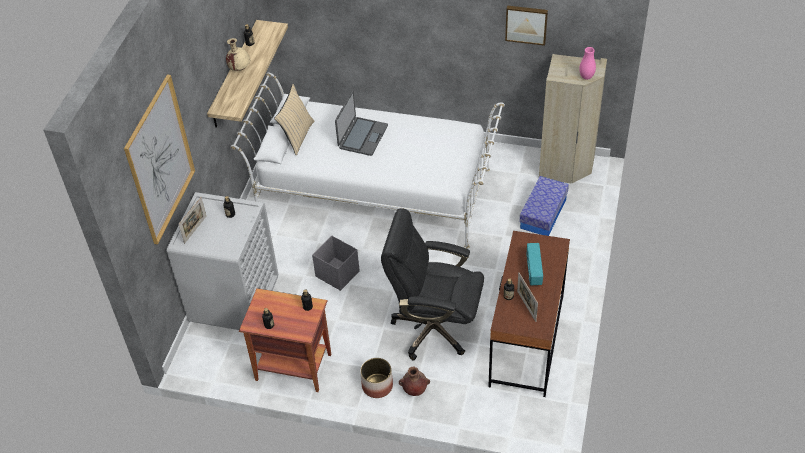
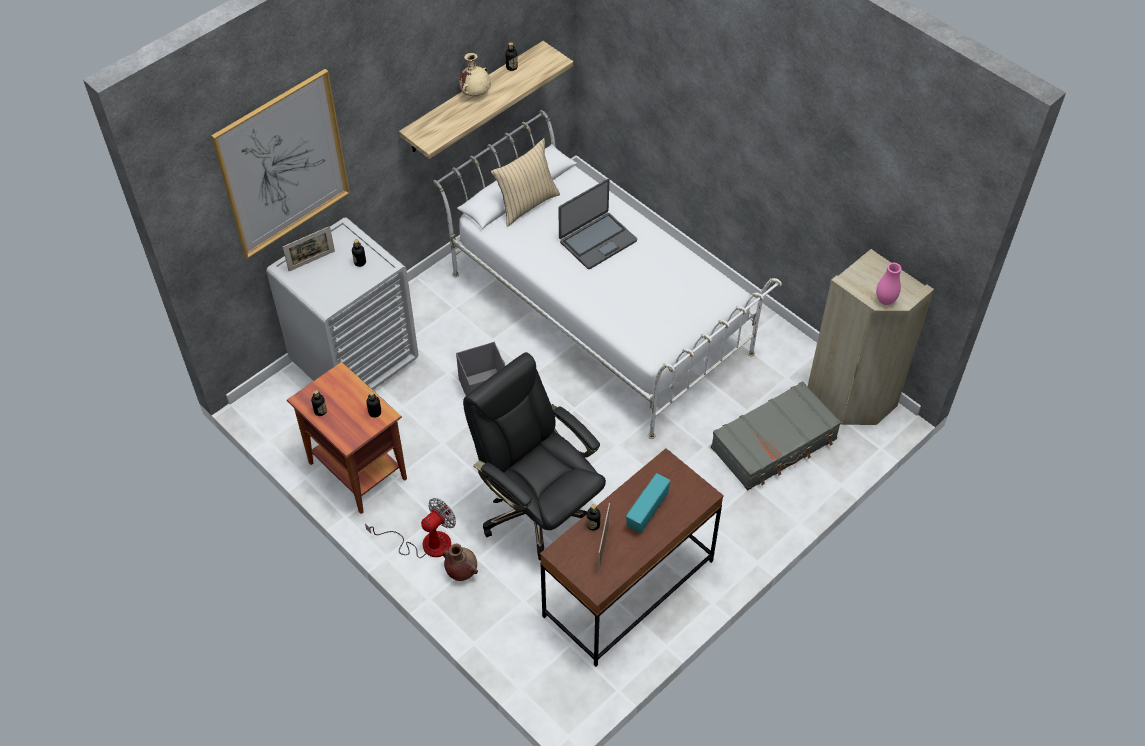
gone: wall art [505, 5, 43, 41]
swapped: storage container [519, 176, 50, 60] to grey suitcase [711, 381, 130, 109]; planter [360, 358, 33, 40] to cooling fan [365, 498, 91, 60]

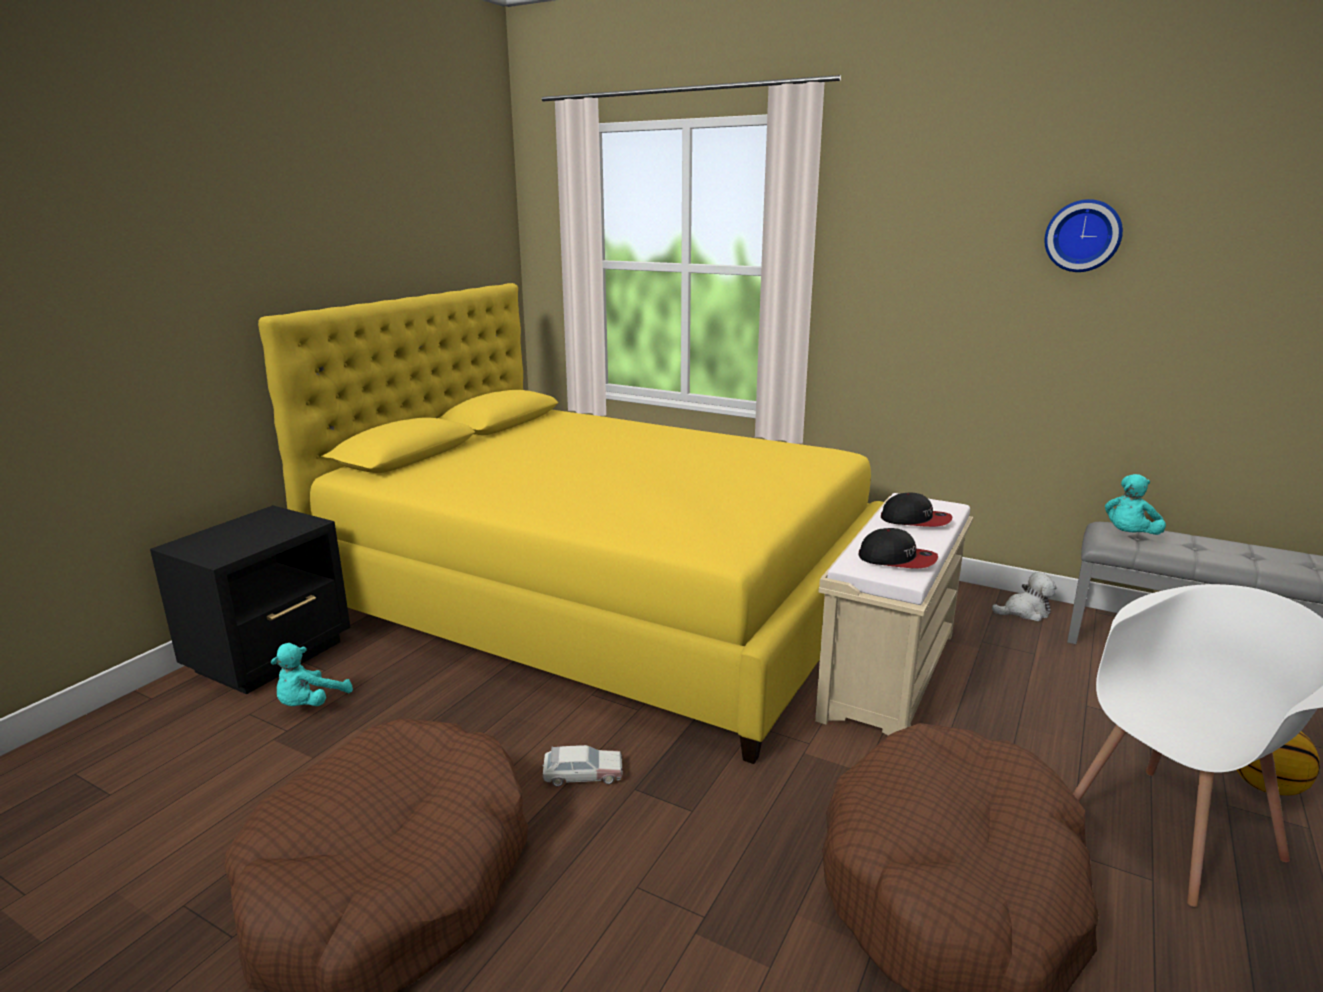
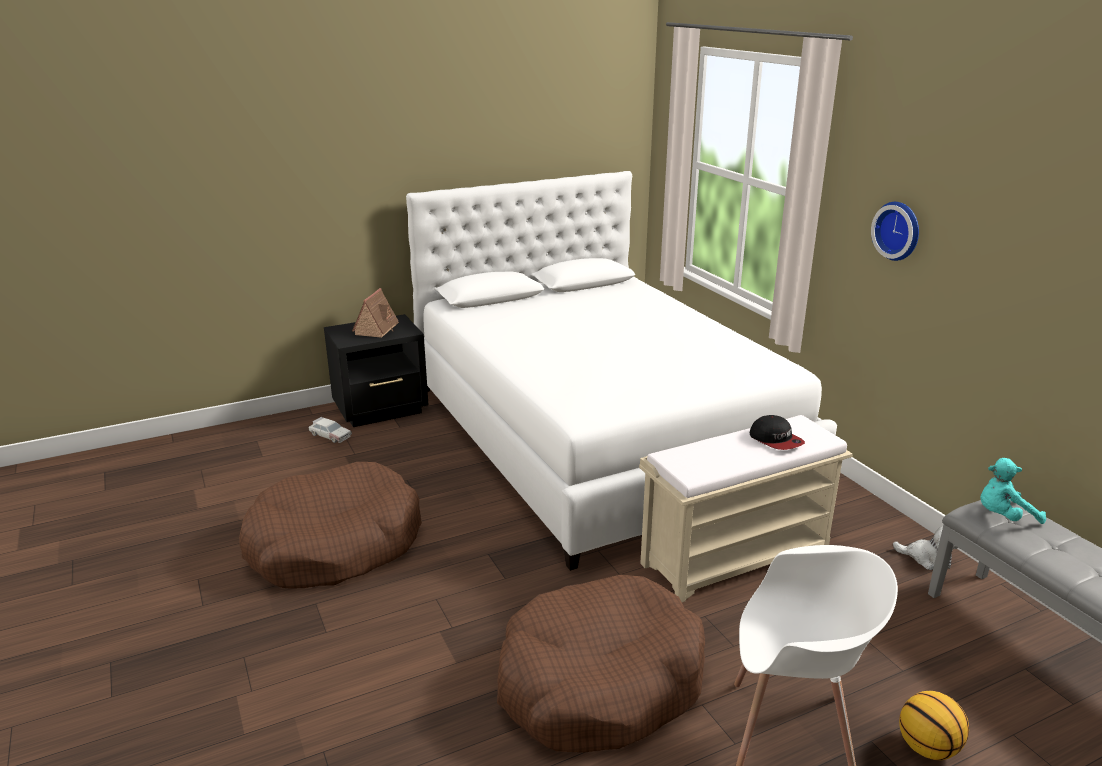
gone: peaked cap [858, 528, 80, 41]; turquoise soft toy [271, 643, 82, 63]
new: miniature house [352, 288, 47, 50]
shifted: hanging clock [1045, 199, 78, 73] to [871, 202, 48, 59]; model car [542, 745, 81, 41] to [309, 417, 43, 26]
repainted: yellowish sleeping bed [258, 283, 626, 481] to white-coloured sleeping bed [406, 171, 431, 400]

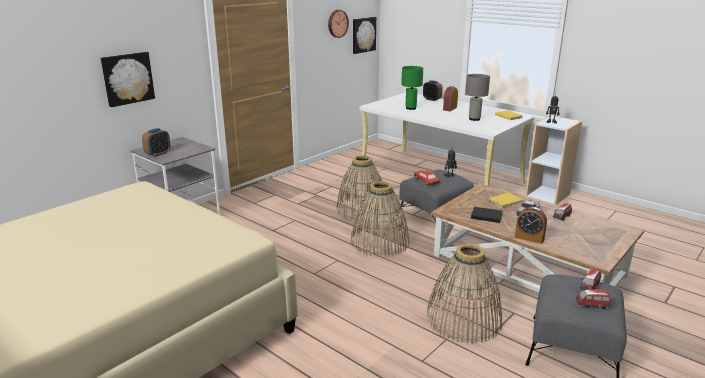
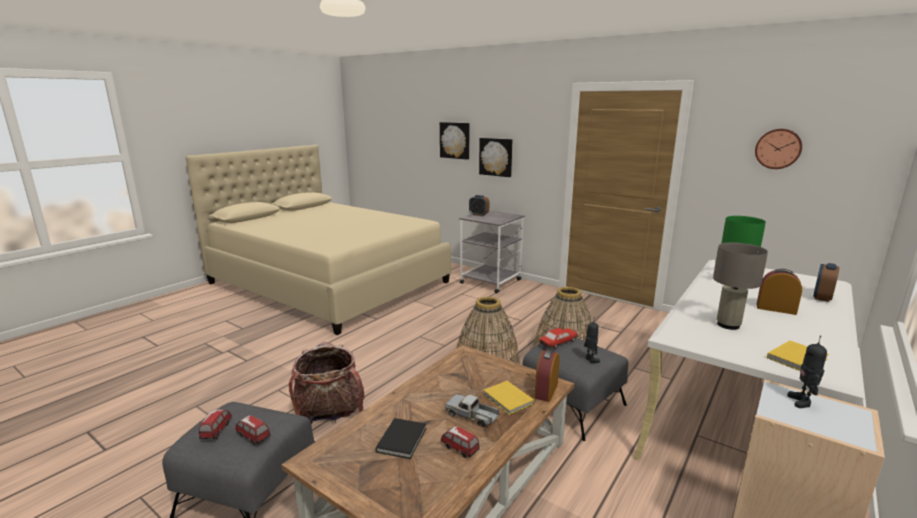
shifted: wall art [353, 17, 23, 37] to [440, 122, 29, 38]; blackish book [471, 207, 32, 16] to [376, 418, 50, 41]; alarm clock [515, 207, 32, 37] to [534, 349, 26, 53]
swapped: household basket [427, 244, 75, 99] to knapsack [289, 342, 76, 83]

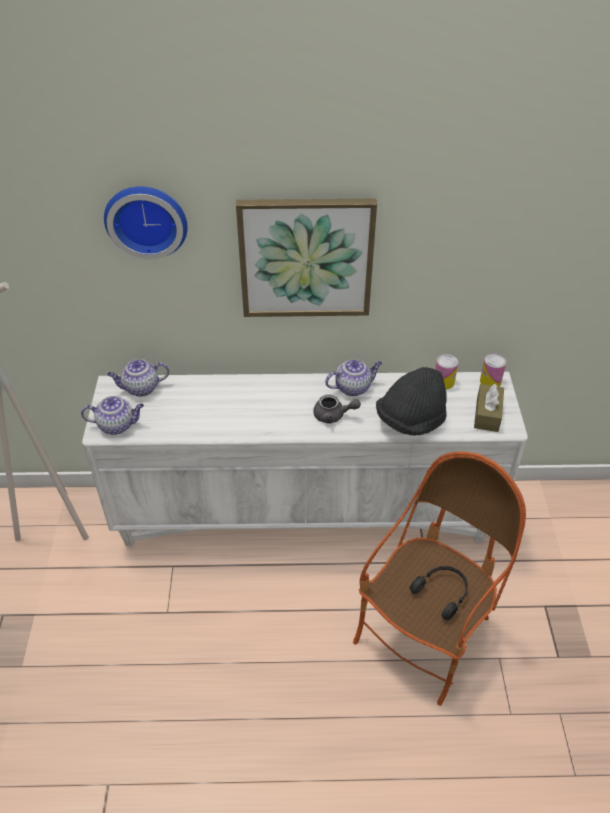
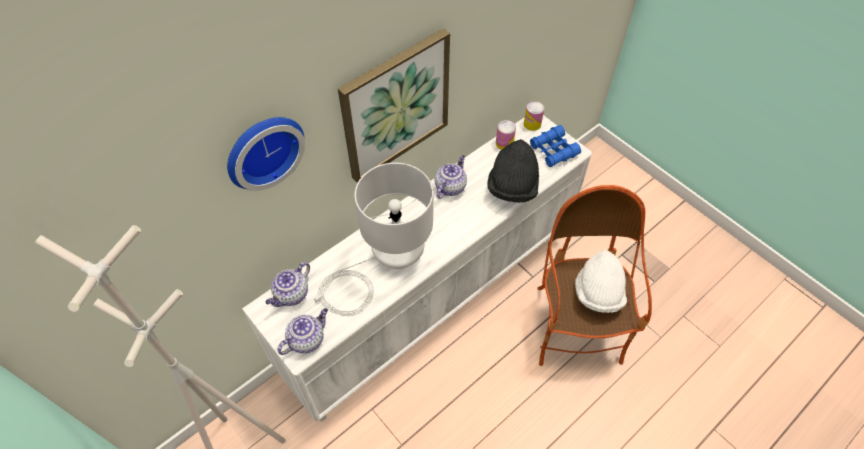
gone: grey teapot [313, 394, 48, 30]
new: white-coloured lamp for a table [314, 163, 119, 153]
swapped: brown tissue holder [474, 384, 30, 48] to bluish binoculars [530, 125, 51, 42]; blackish pair of headphones [410, 566, 58, 54] to white-coloured hat [575, 250, 52, 63]

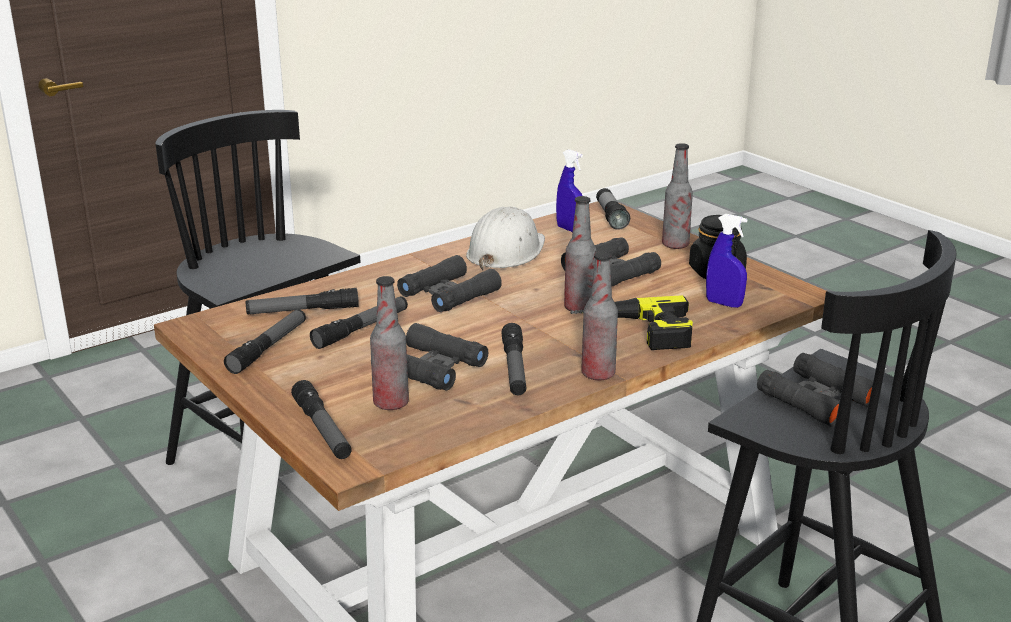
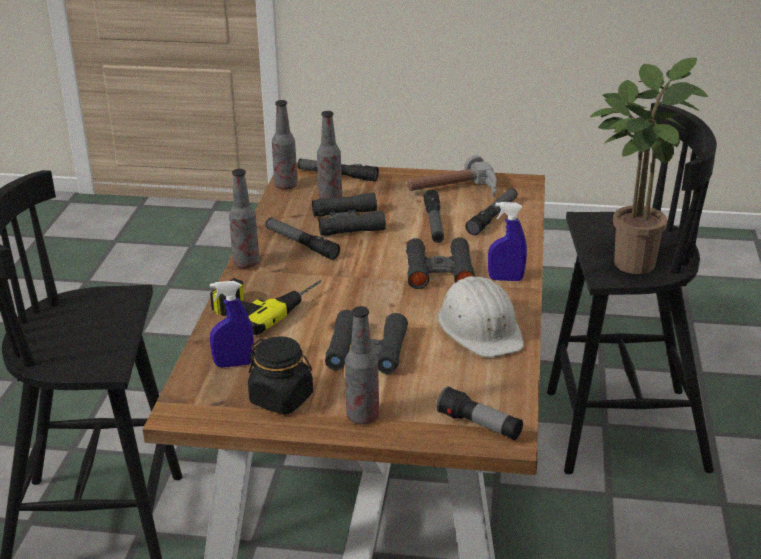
gone: blackish binoculars [757, 353, 116, 74]
new: houseplant [590, 58, 118, 216]
shifted: bluish sprayer [556, 149, 27, 83] to [488, 202, 39, 79]; beverage bottle [564, 196, 32, 115] to [272, 100, 26, 90]
swapped: hand torch [224, 309, 82, 65] to hand hammer [407, 155, 90, 42]

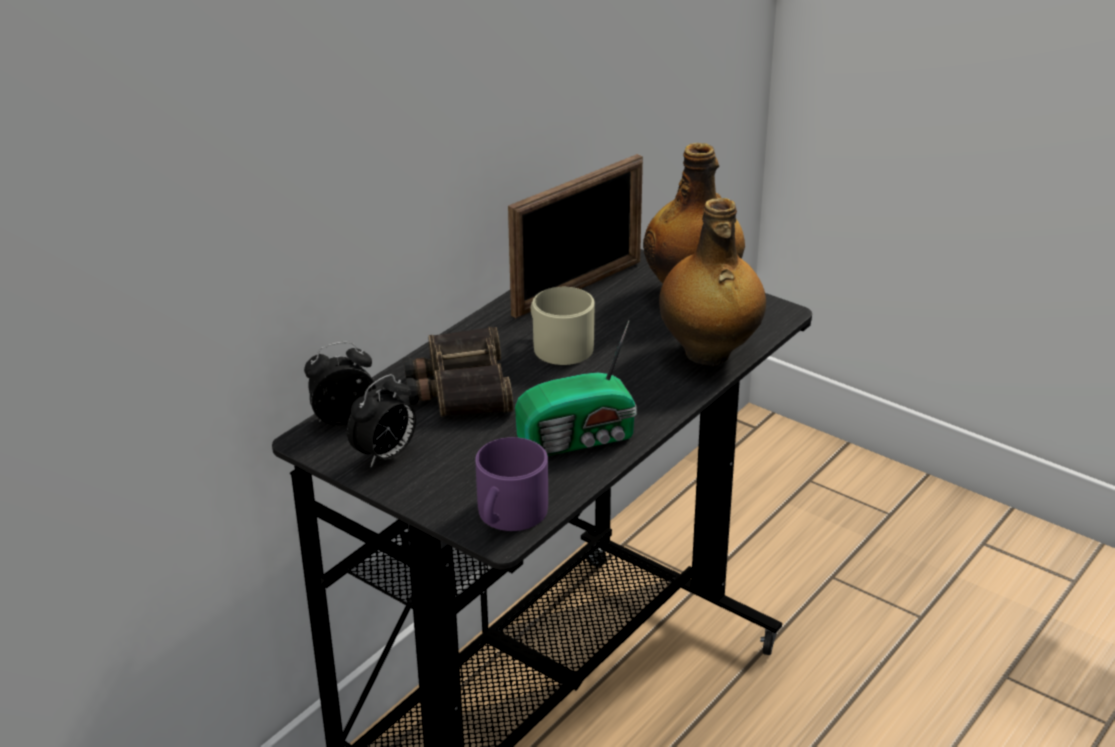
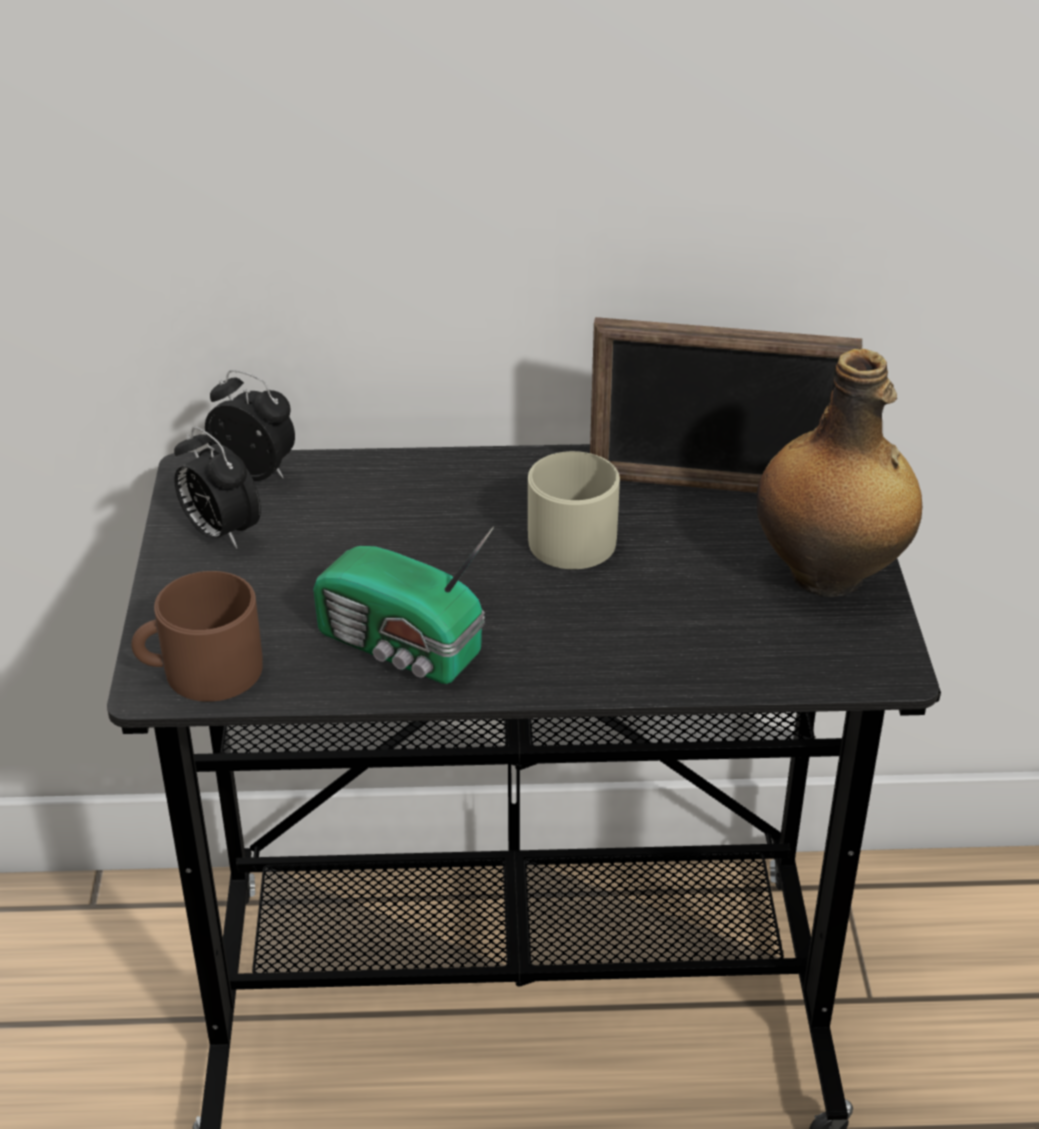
gone: beverage bottle [659, 198, 107, 167]; binoculars [403, 327, 111, 90]
repainted: purple mug [475, 437, 73, 94] to brown mug [131, 571, 132, 131]
rotated: alarm clock [347, 374, 69, 93] = [174, 427, 87, 122] 45 degrees clockwise

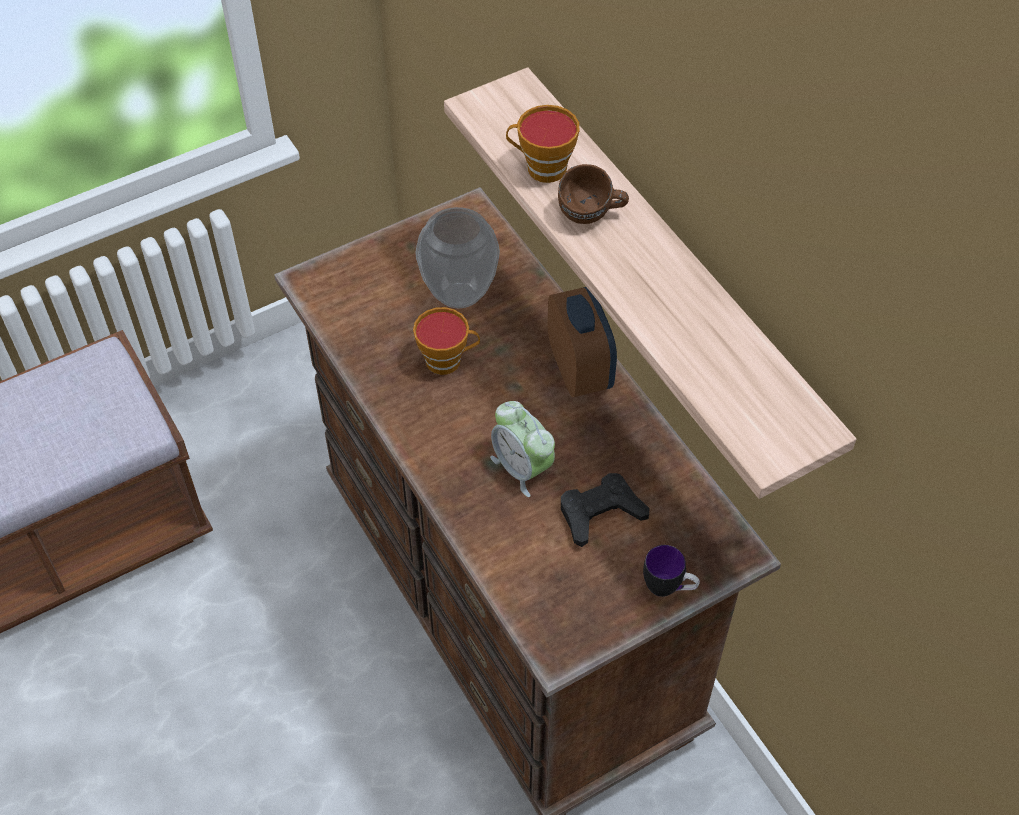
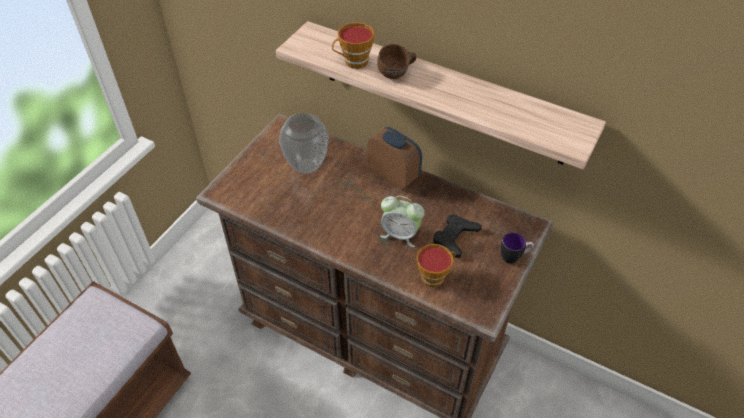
shifted: cup [413, 307, 67, 68] to [417, 244, 38, 44]

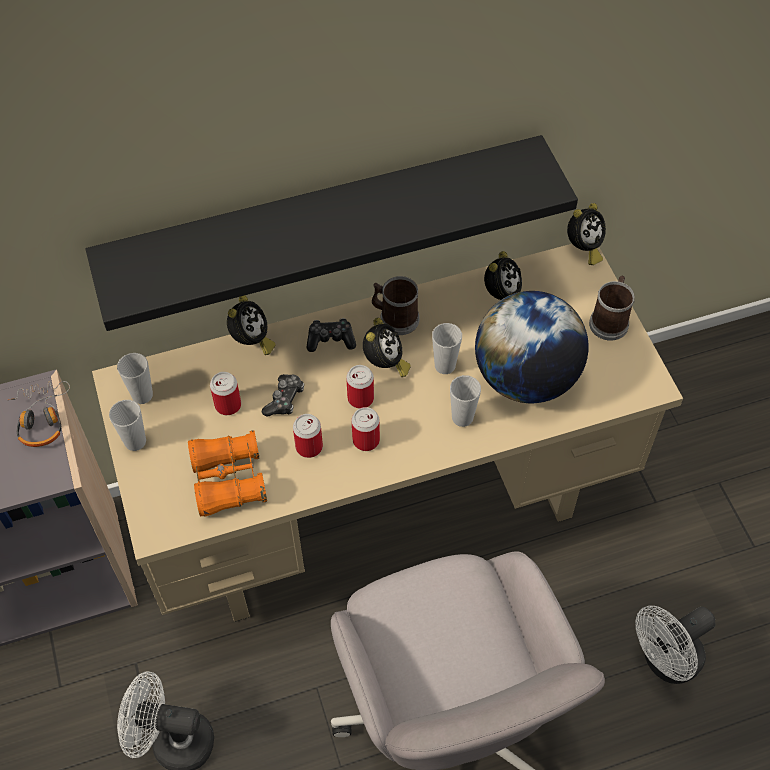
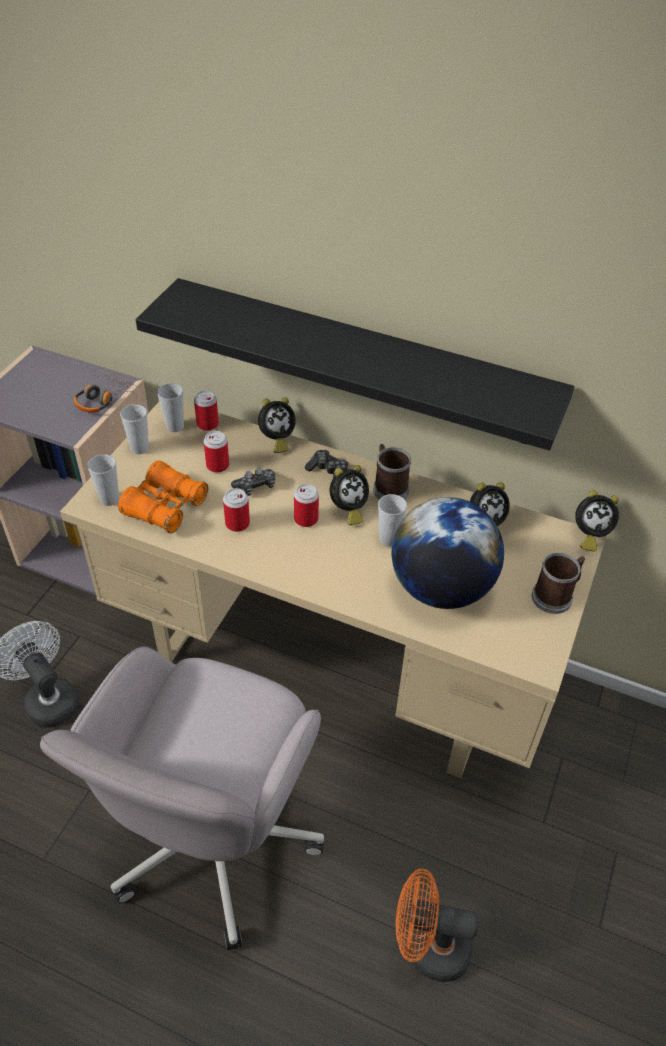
shifted: cup [450, 375, 31, 52] to [87, 454, 32, 52]; can [352, 407, 28, 44] to [194, 390, 25, 41]
repainted: white-coloured cooling fan [636, 605, 80, 79] to orange-coloured cooling fan [396, 869, 83, 113]

